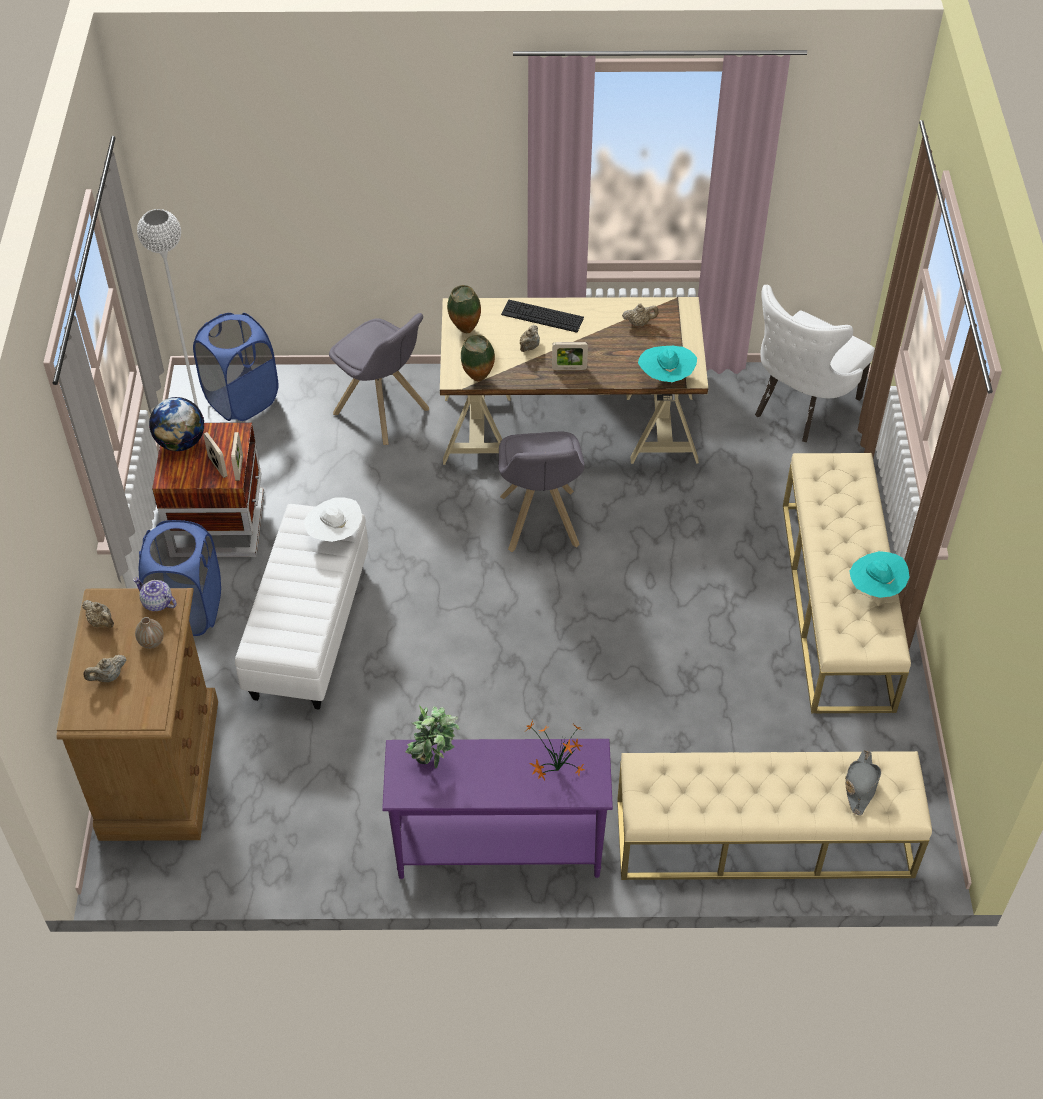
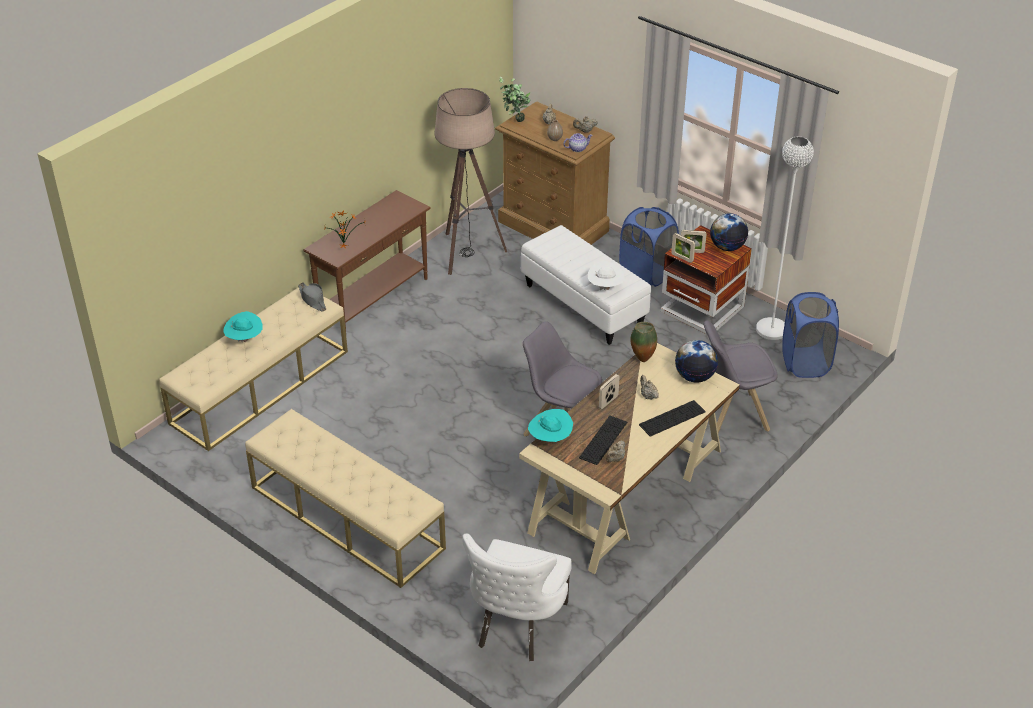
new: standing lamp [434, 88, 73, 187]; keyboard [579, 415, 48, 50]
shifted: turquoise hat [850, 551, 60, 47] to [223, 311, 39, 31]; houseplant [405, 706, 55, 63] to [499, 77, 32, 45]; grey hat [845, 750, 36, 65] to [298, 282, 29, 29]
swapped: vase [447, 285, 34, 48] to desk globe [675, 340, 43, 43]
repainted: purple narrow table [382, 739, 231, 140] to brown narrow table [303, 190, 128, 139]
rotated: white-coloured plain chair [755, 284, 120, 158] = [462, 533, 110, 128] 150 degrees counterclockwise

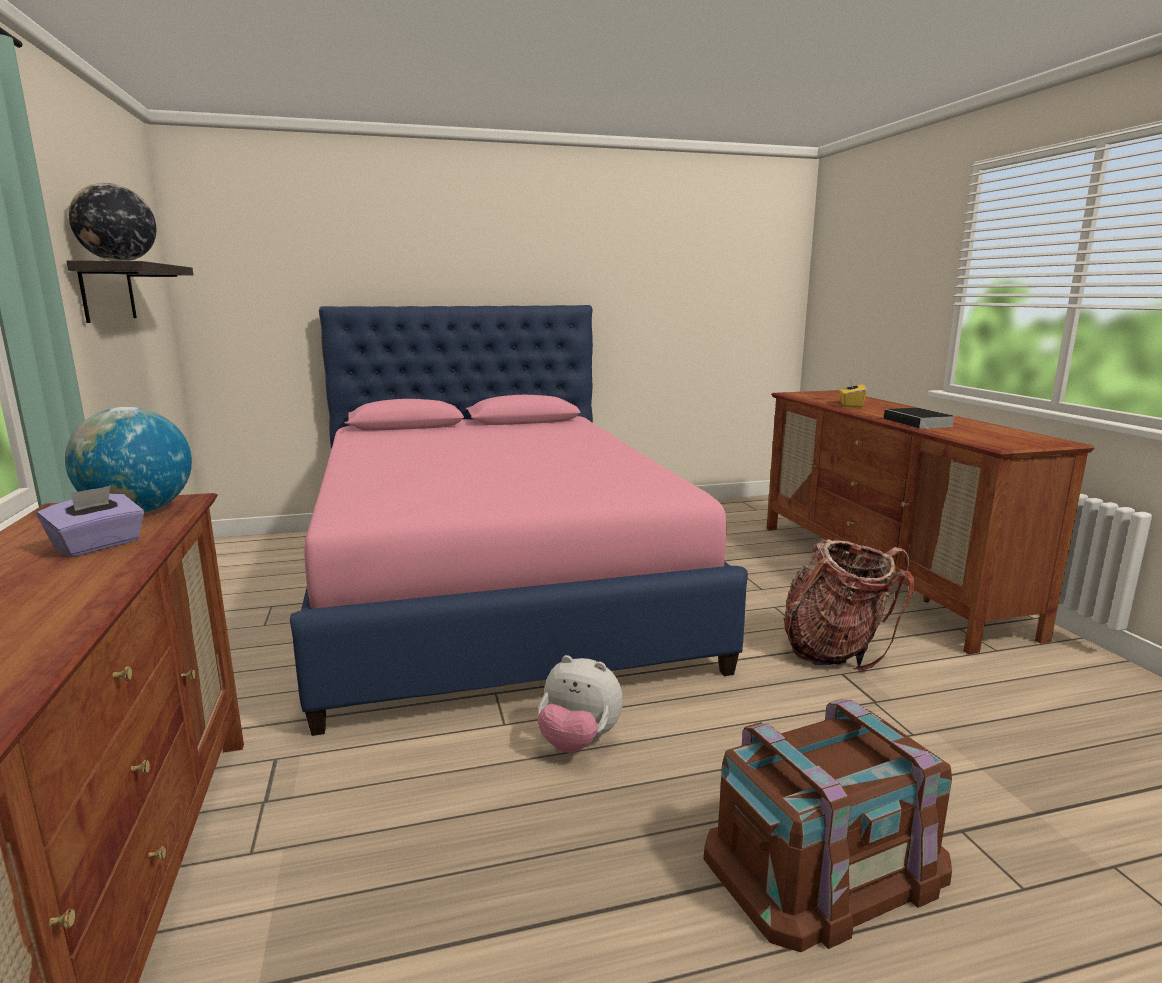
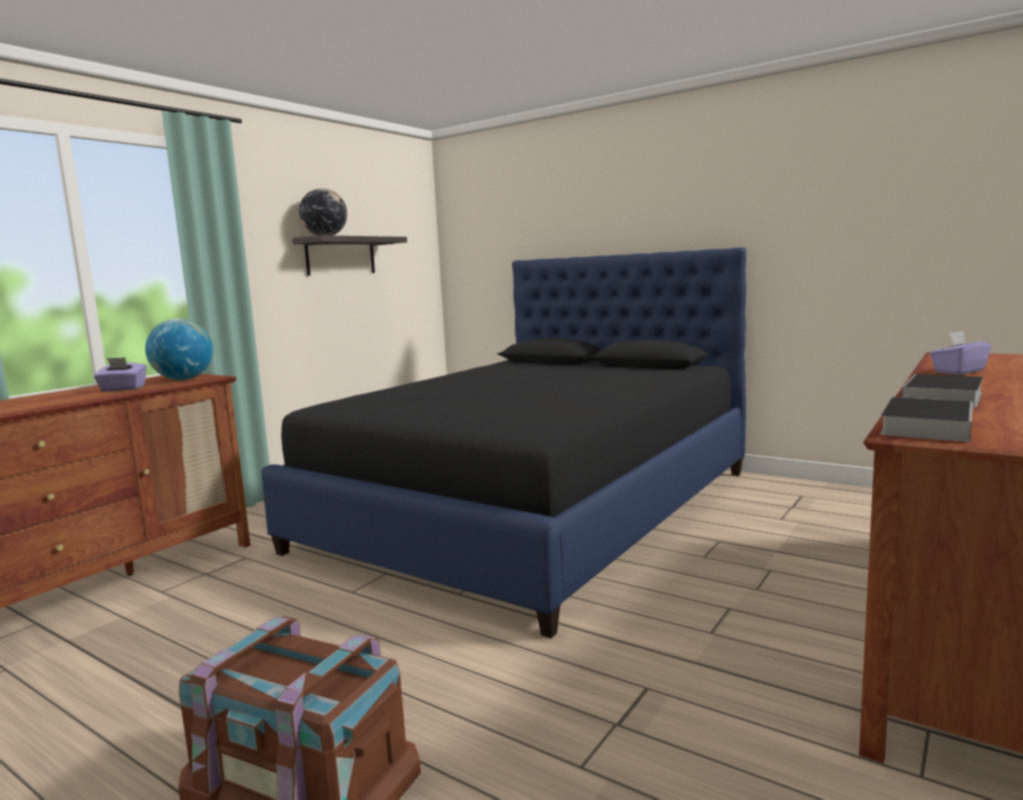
gone: knapsack [784, 539, 130, 132]; soft toy [537, 655, 86, 98]
new: book [880, 397, 93, 45]
repainted: pink sleeping bed [290, 305, 458, 431] to blackish sleeping bed [261, 247, 486, 391]; yellowish tissue holder [839, 379, 28, 28] to purple tissue holder [930, 331, 61, 44]

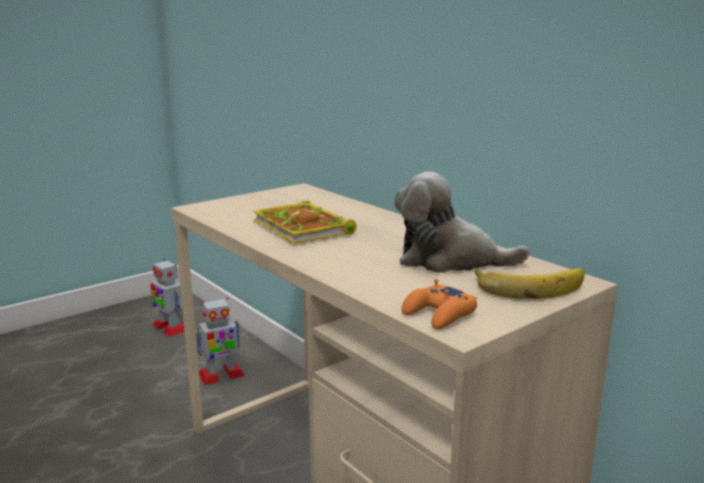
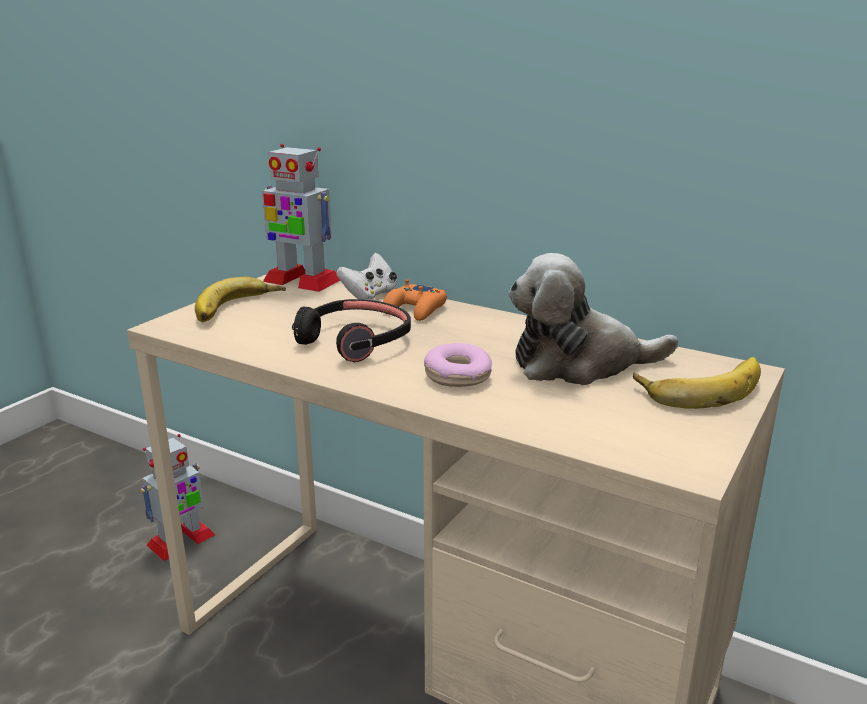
new: white-coloured gamepad [336, 253, 61, 47]; banana fruit [195, 277, 91, 45]; doughnut [424, 343, 68, 44]
shifted: model robot [150, 259, 35, 78] to [262, 144, 78, 148]; orange-coloured gamepad [401, 279, 76, 50] to [383, 279, 64, 42]
swapped: book [253, 200, 104, 44] to blackish pair of headphones [292, 299, 119, 63]

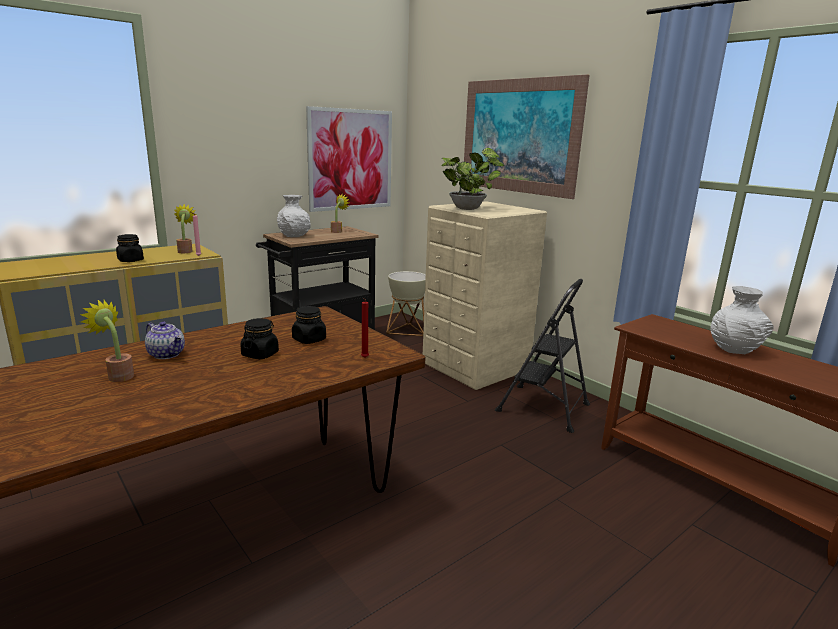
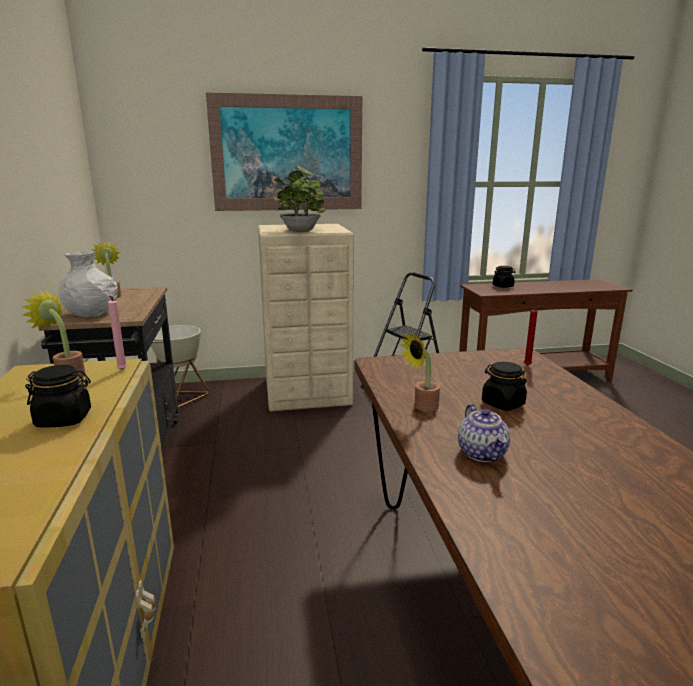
gone: wall art [306, 106, 86, 106]; white-coloured vase [710, 286, 64, 68]
shifted: houseplant [80, 300, 54, 82] to [400, 333, 40, 79]; blackish jar [292, 306, 34, 38] to [493, 266, 22, 22]
rotated: teapot [145, 321, 40, 38] = [458, 404, 52, 58] 105 degrees clockwise

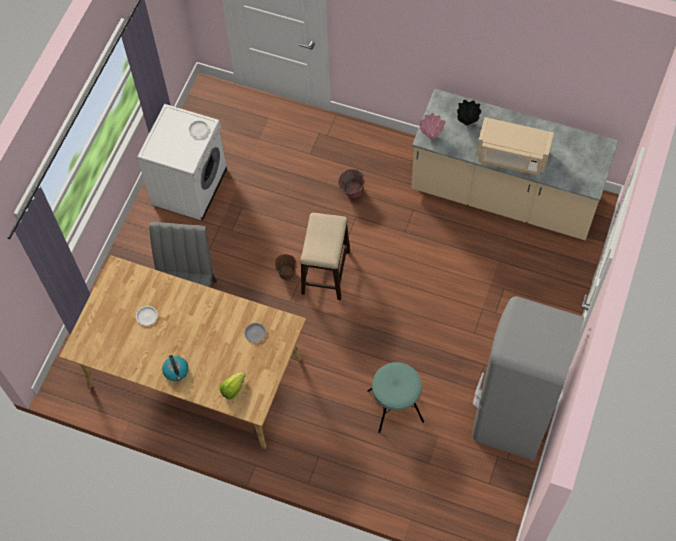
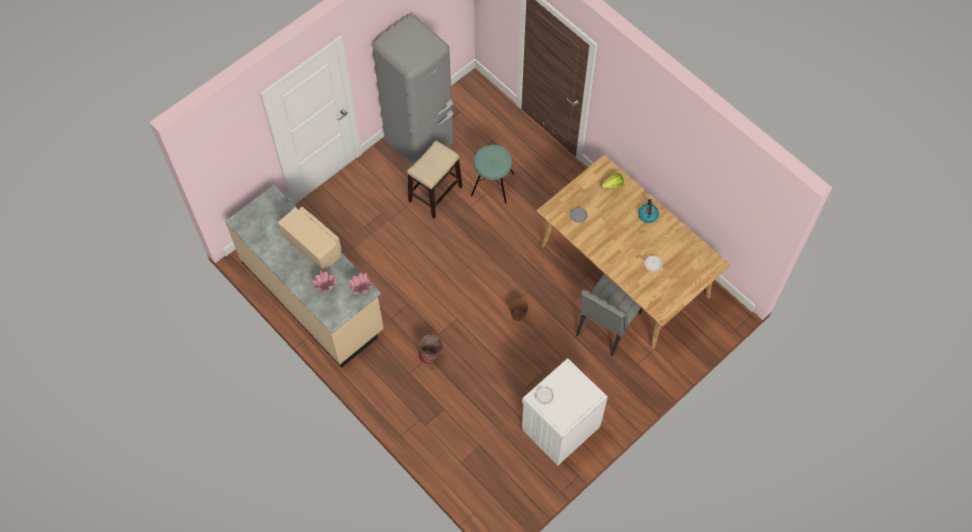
shifted: stool [300, 213, 50, 87] to [407, 141, 56, 77]
repainted: blackish vase [457, 100, 24, 26] to pink vase [312, 271, 25, 22]

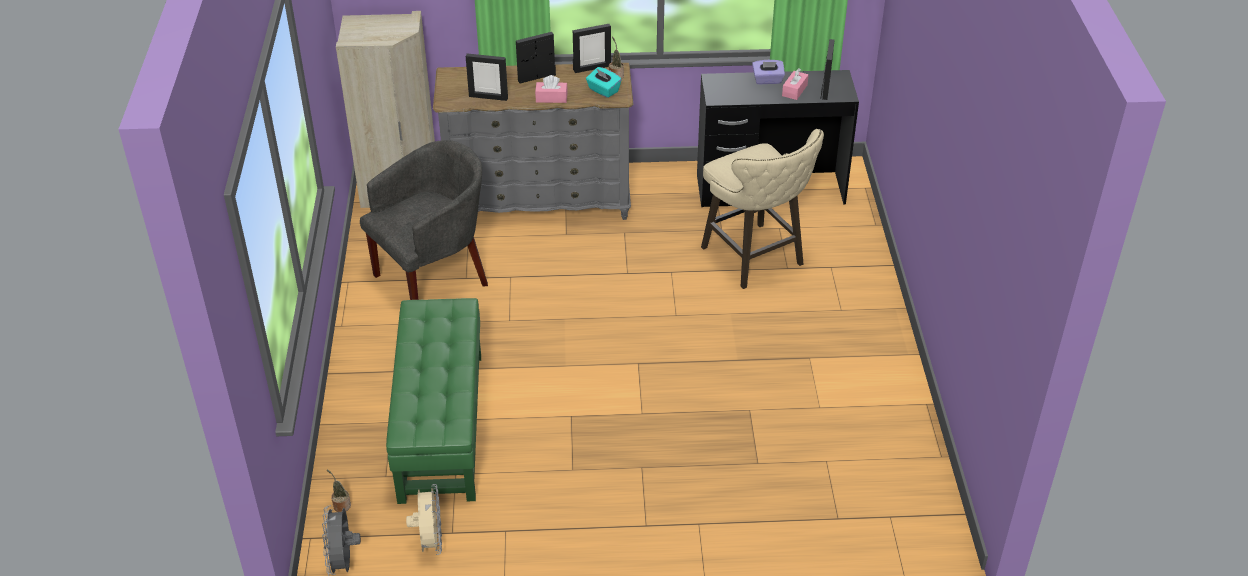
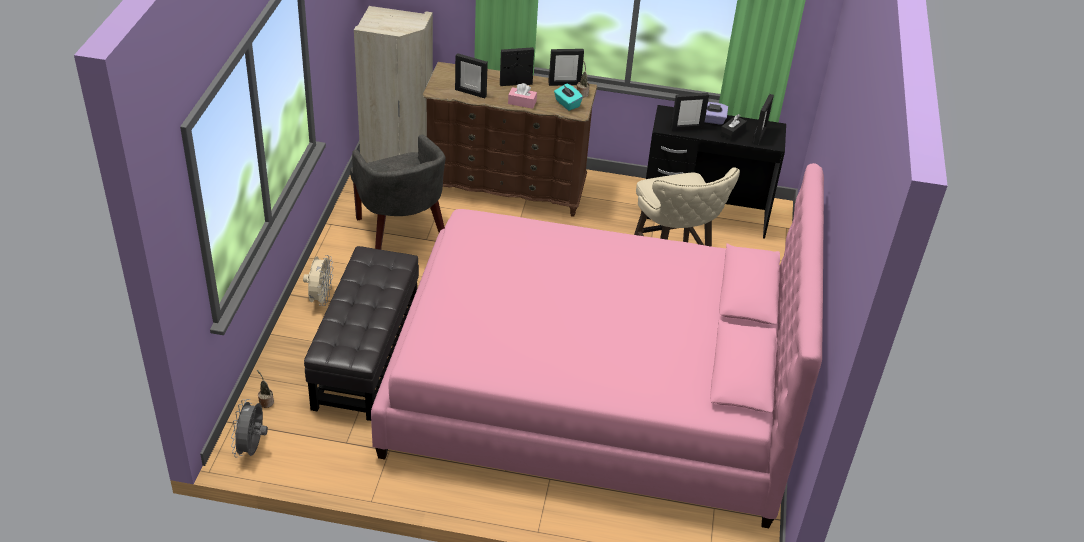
new: photo frame [670, 93, 39, 38]; pink sleeping bed [371, 163, 453, 365]
shifted: beige-coloured cooling fan [406, 484, 36, 71] to [303, 255, 30, 51]
repainted: grey drawer chest [433, 63, 200, 157] to brown drawer chest [423, 62, 174, 155]; pink tissue holder [782, 68, 26, 32] to blackish tissue holder [720, 114, 27, 27]; greenish pouffe [386, 298, 95, 206] to blackish pouffe [304, 246, 115, 175]
rotated: grey lounge chair [360, 140, 128, 160] = [350, 134, 95, 116] 90 degrees clockwise

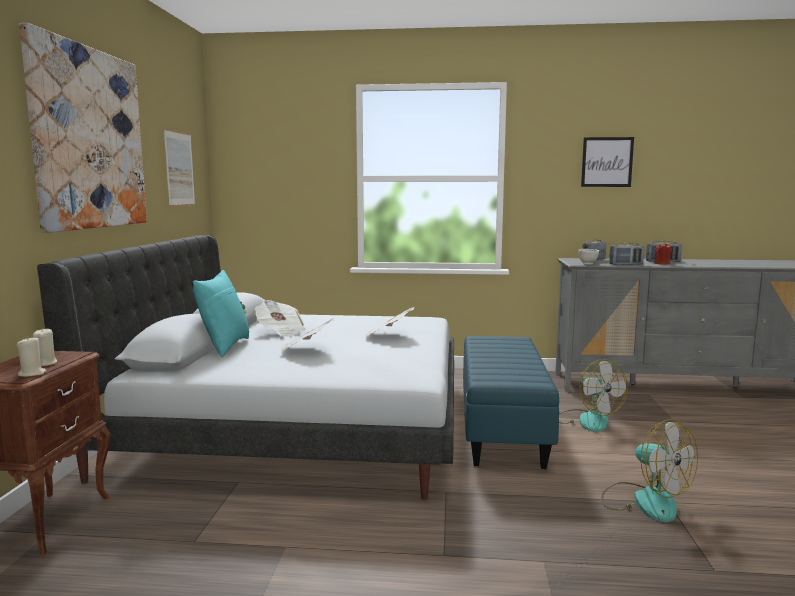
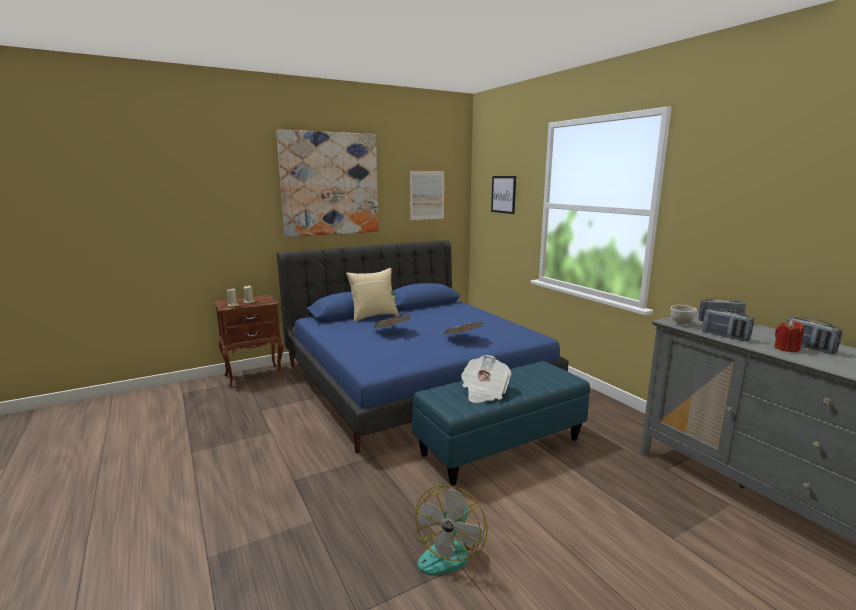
gone: cooling fan [559, 359, 69, 73]
shifted: wall art [581, 137, 53, 50] to [491, 176, 25, 38]; daily paper [255, 300, 51, 38] to [461, 355, 50, 48]
repainted: grey sleeping bed [37, 235, 417, 265] to bluish sleeping bed [277, 240, 291, 214]; turquoise throw pillow [193, 270, 56, 87] to beige-coloured throw pillow [346, 268, 53, 54]

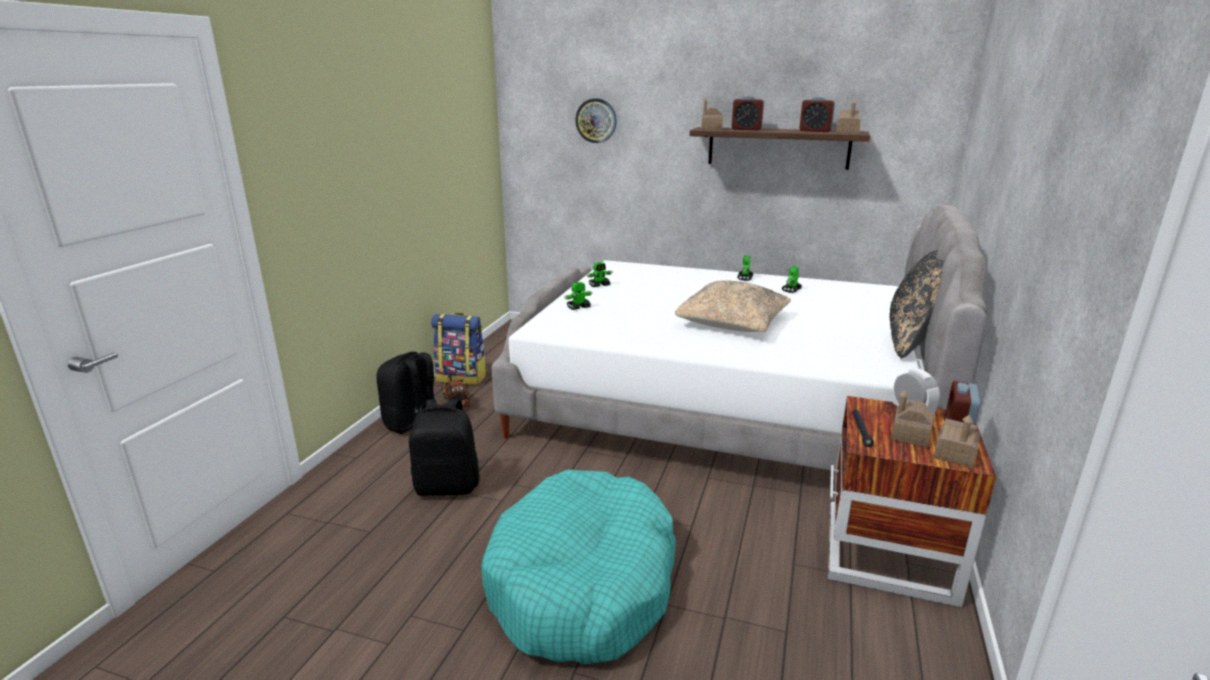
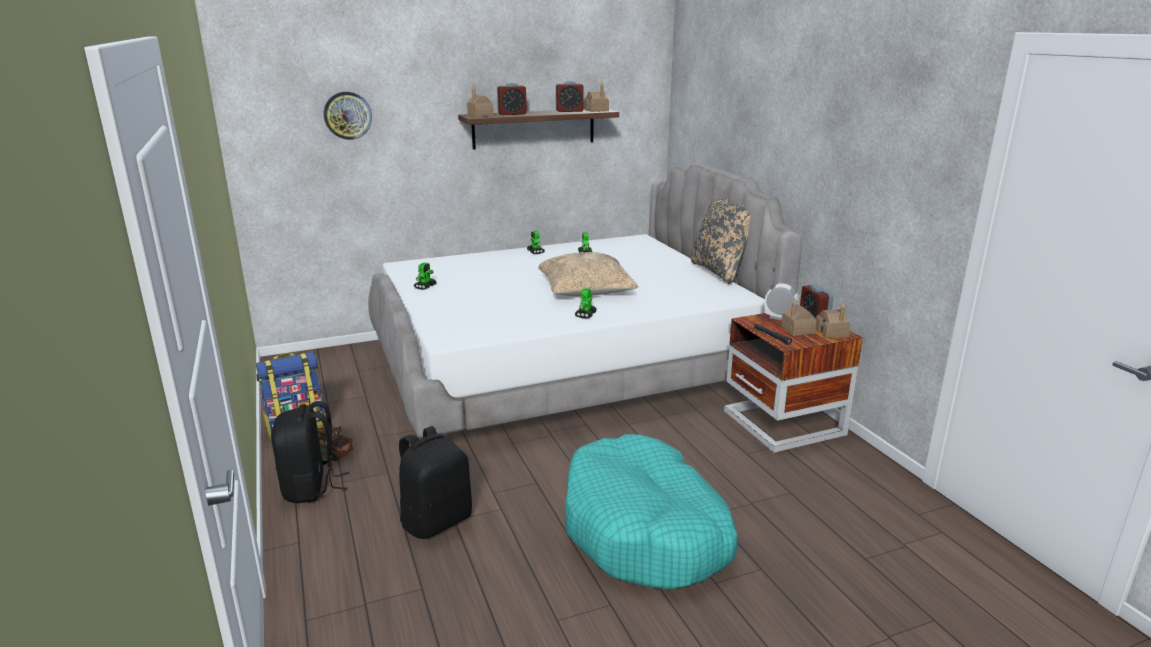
shifted: model robot [564, 282, 28, 28] to [575, 288, 22, 30]

